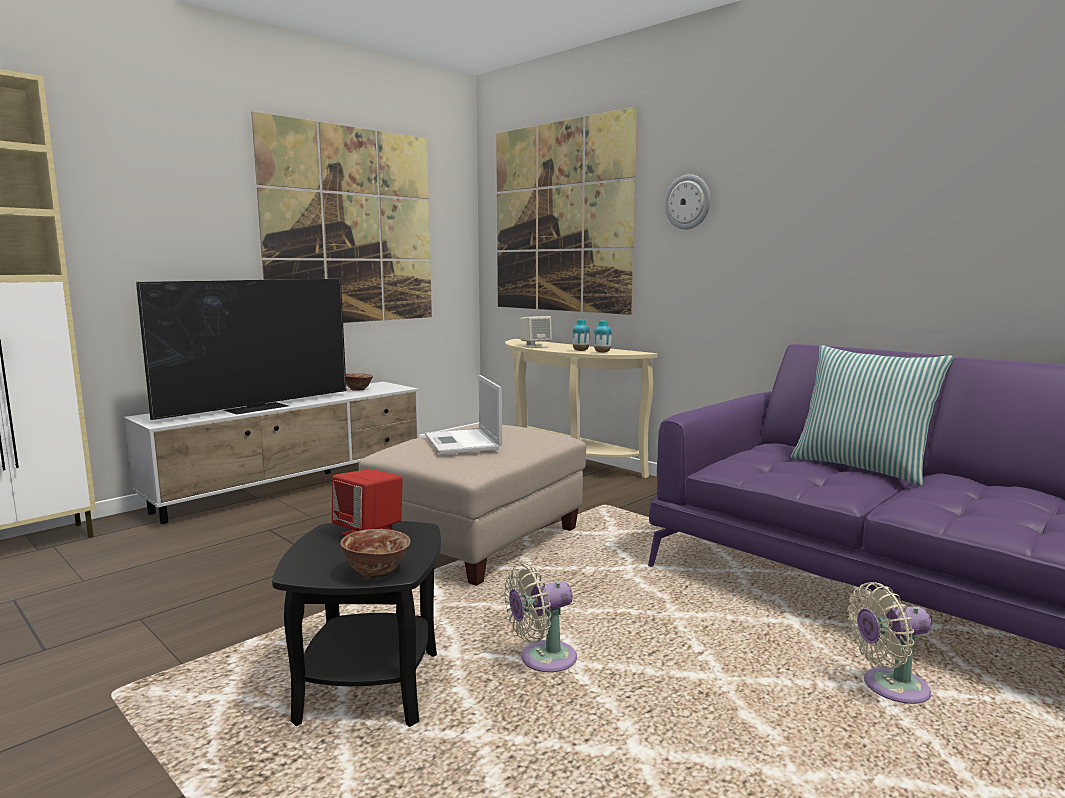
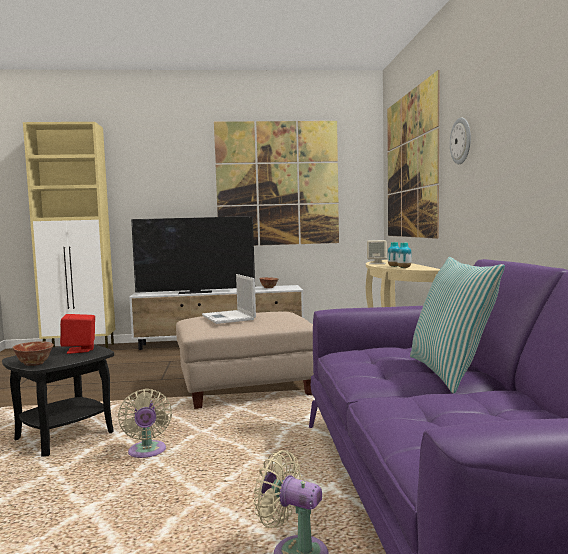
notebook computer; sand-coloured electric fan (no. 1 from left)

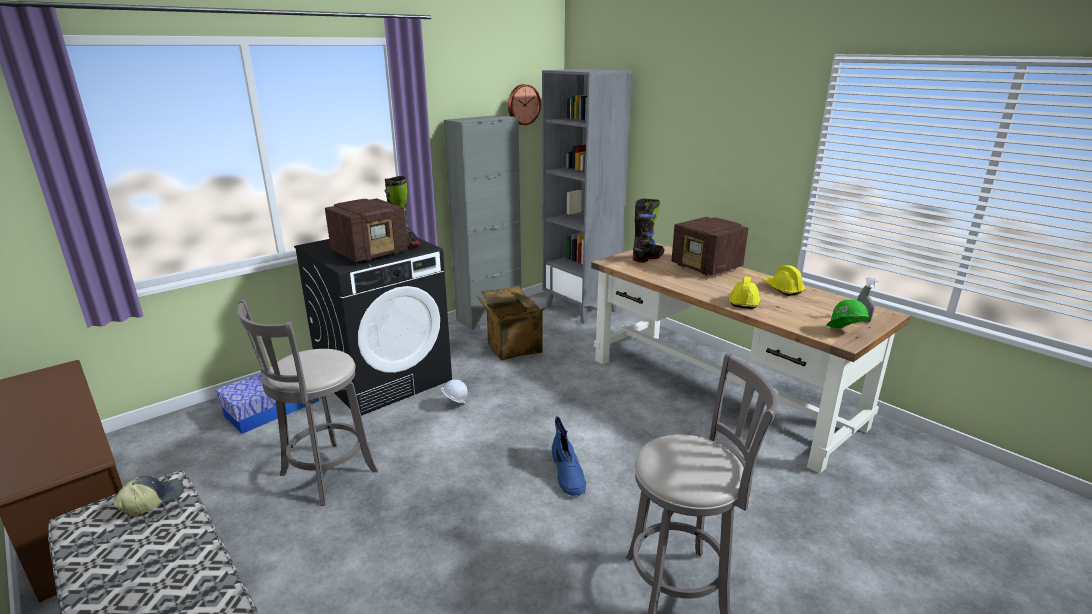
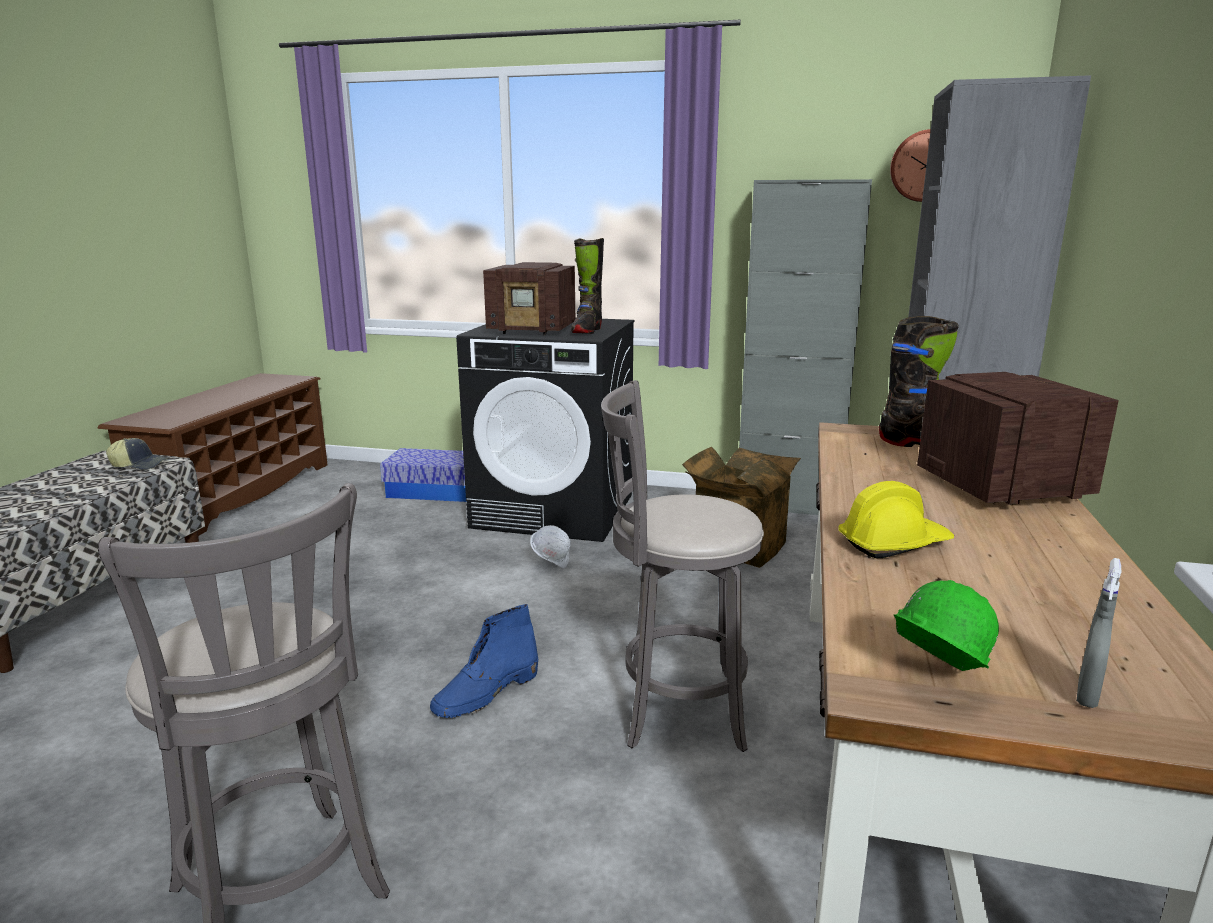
gray stool (no. 2 from left); radio receiver (no. 2 from left); yellowish work helmet (no. 2 from left in the first image)

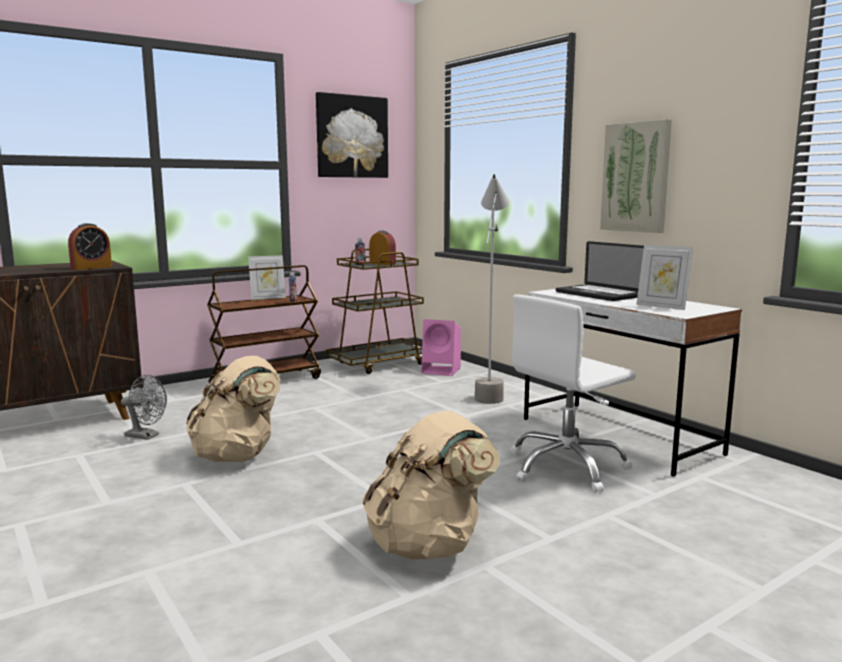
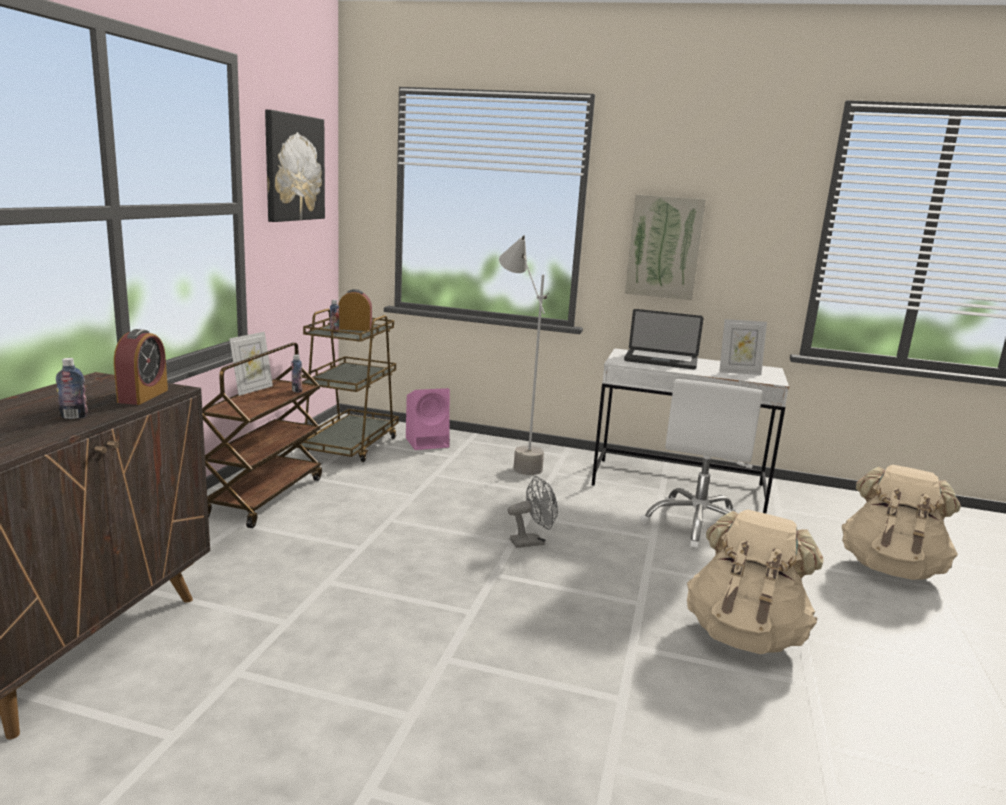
gray electric fan; sand-coloured rucksack (no. 2 from left); bottle (no. 1 from left)

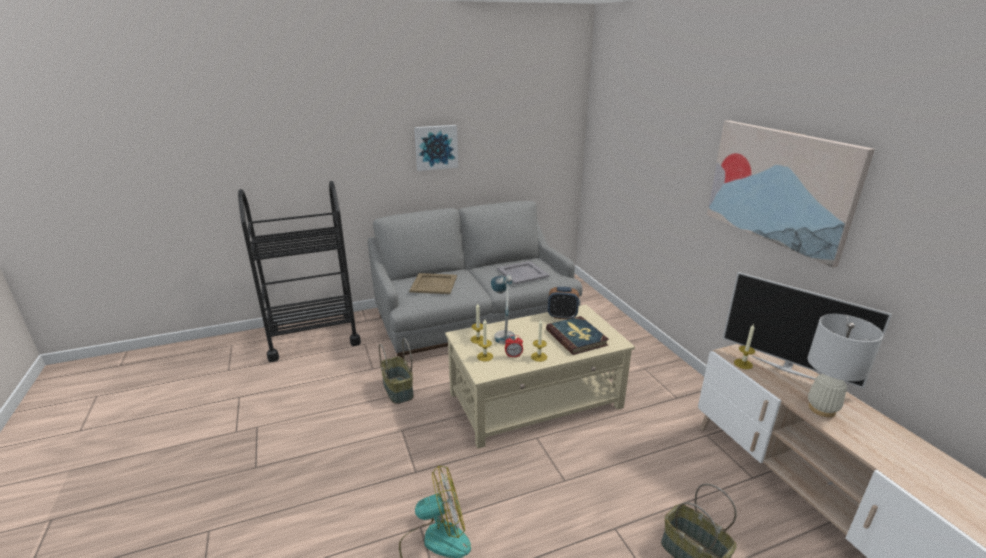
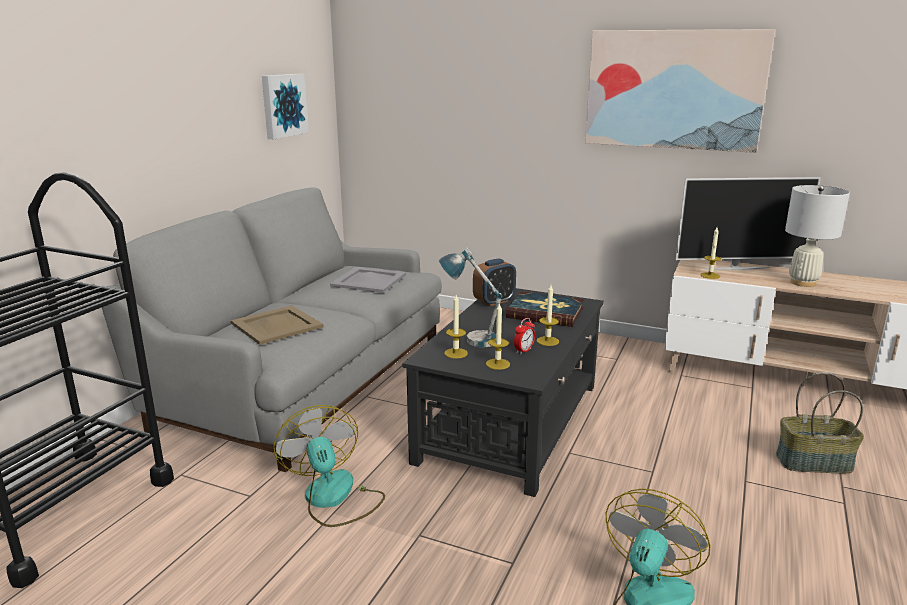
electric fan (no. 1 from left); picture (no. 1 from left); black lounge table

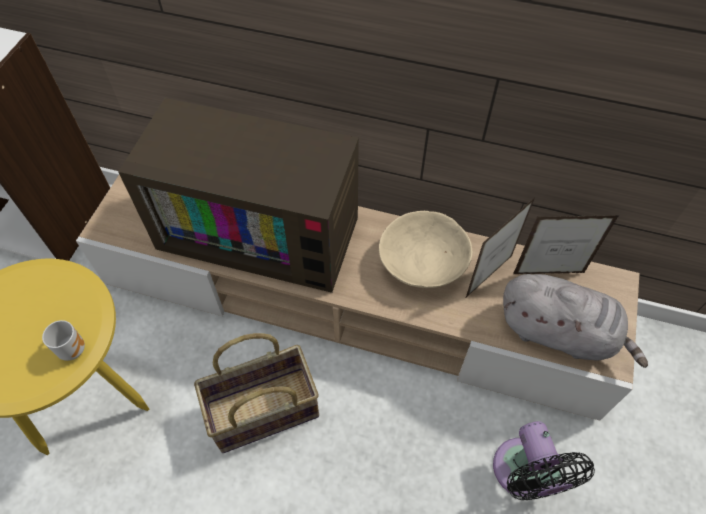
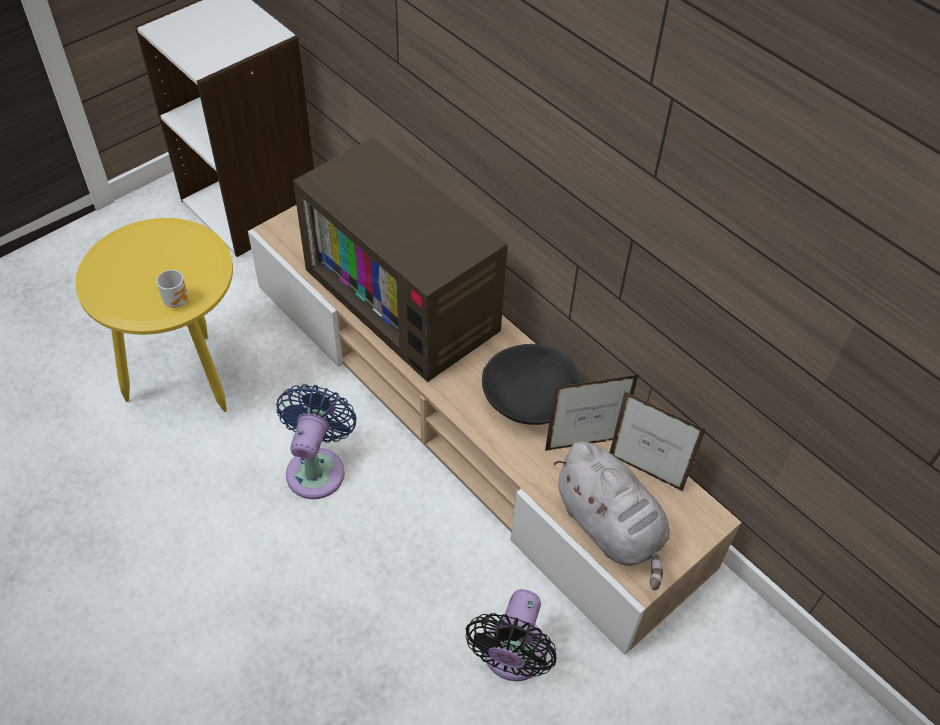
bluish electric fan; black deep dish

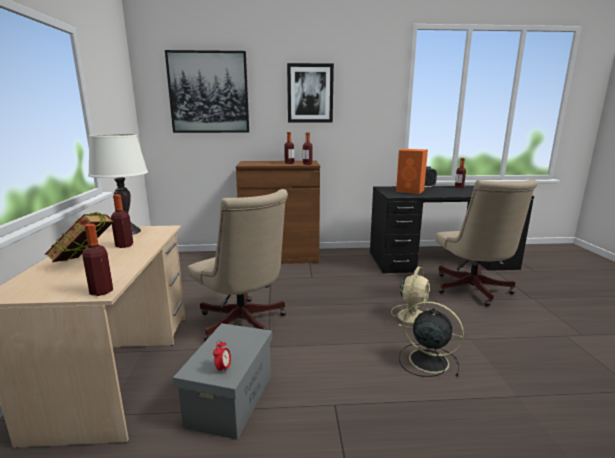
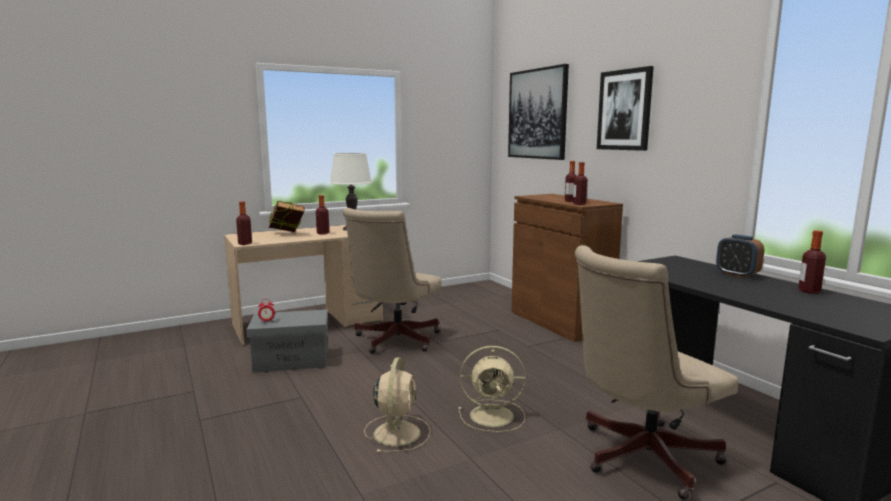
orangey speaker; sand-coloured electric fan (no. 1 from left)

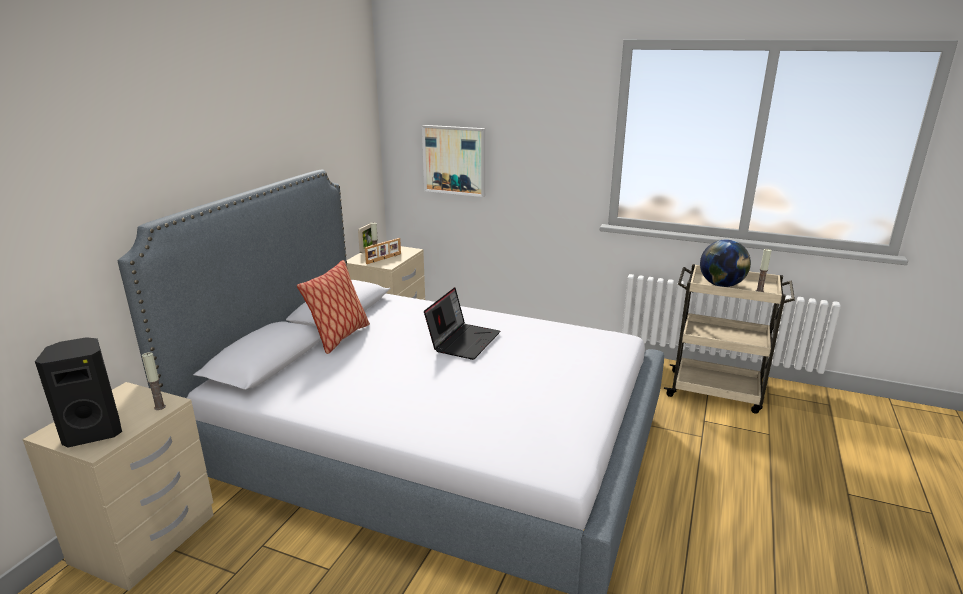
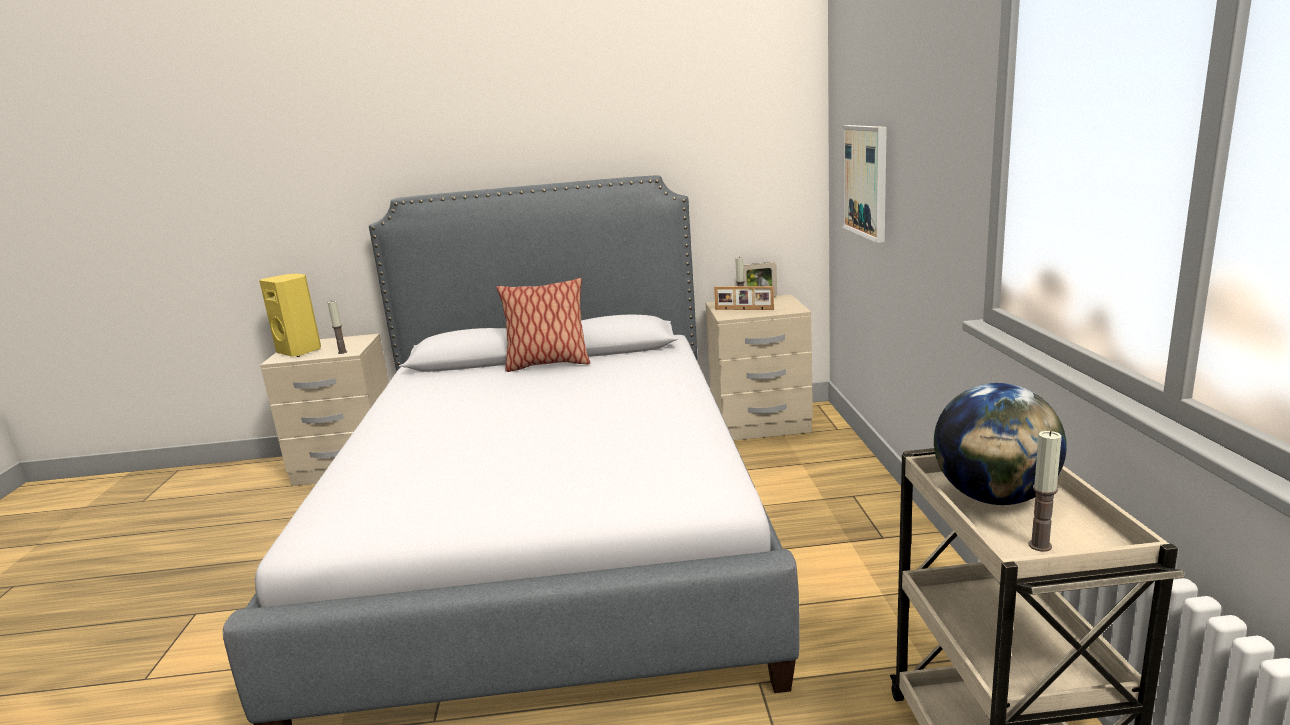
yellowish speaker; notebook computer

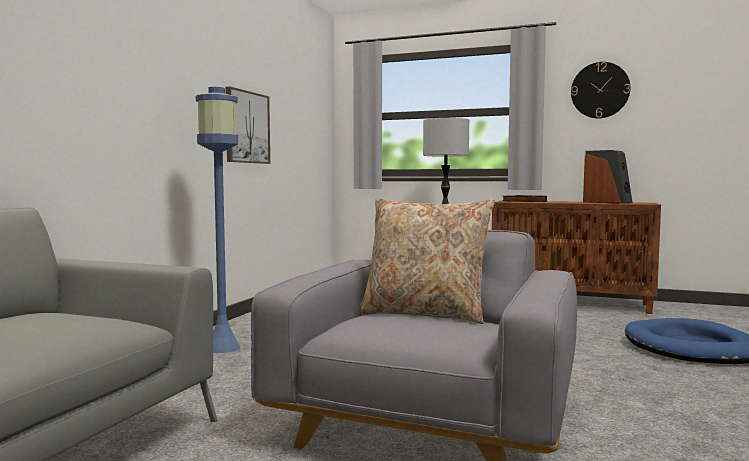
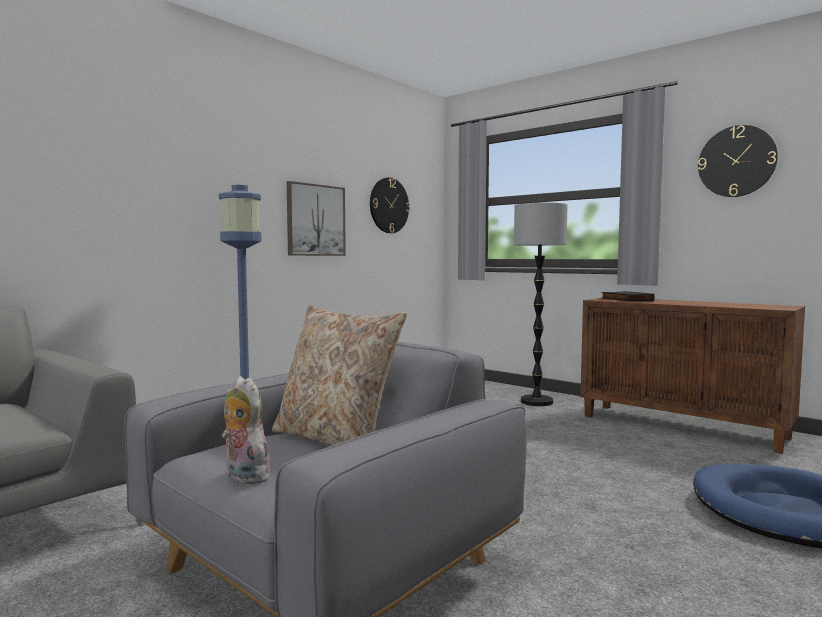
speaker; soft toy; clock on the wall (no. 1 from left)

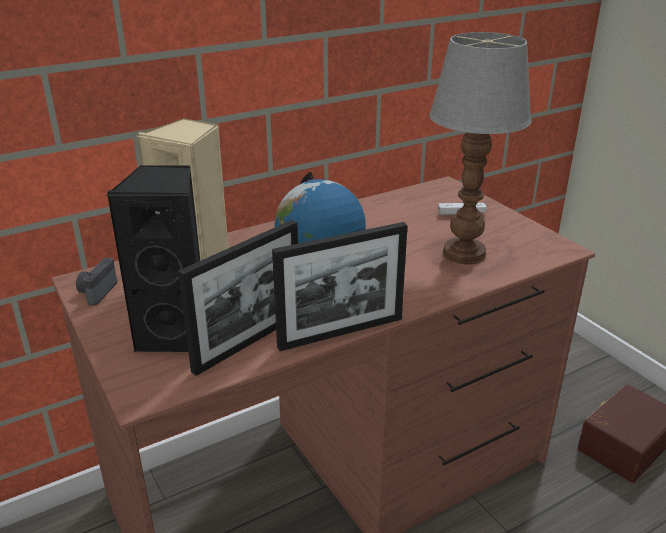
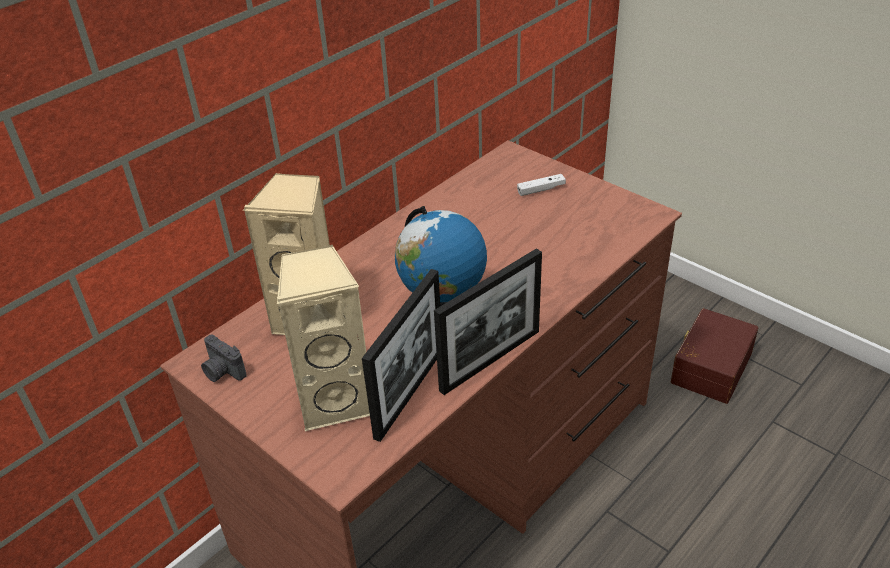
still camera; sand-coloured speaker (no. 2 from left); lamp for a table

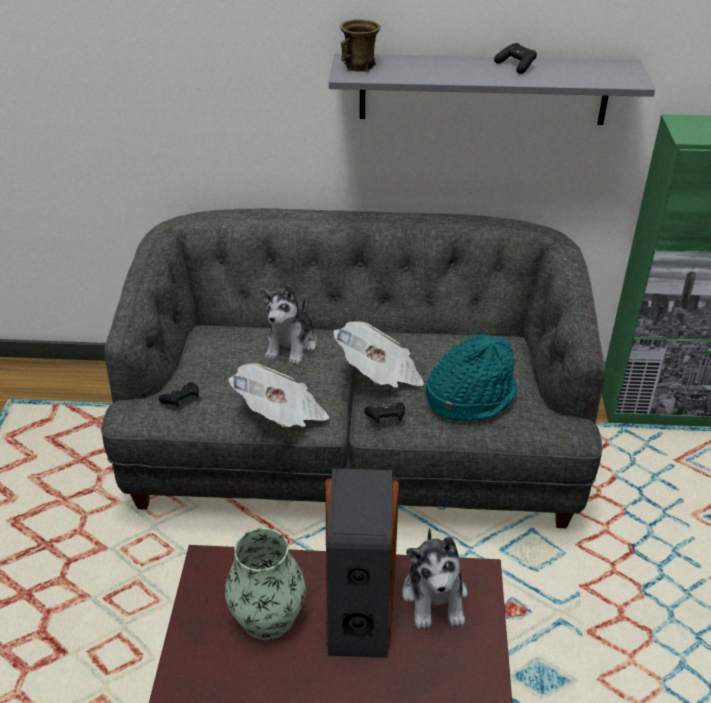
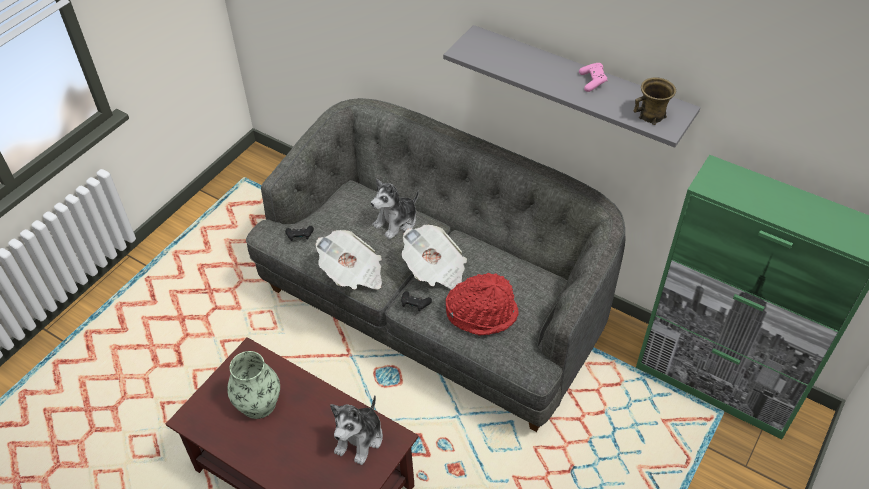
speaker; brownish tea mug; red wearable hat; pink gamepad

